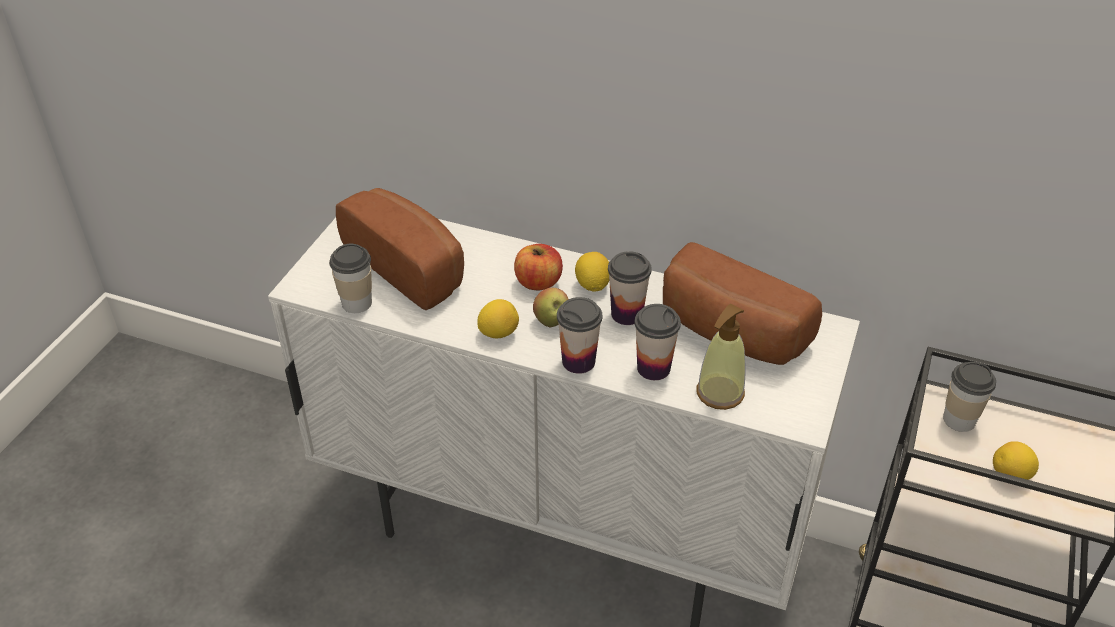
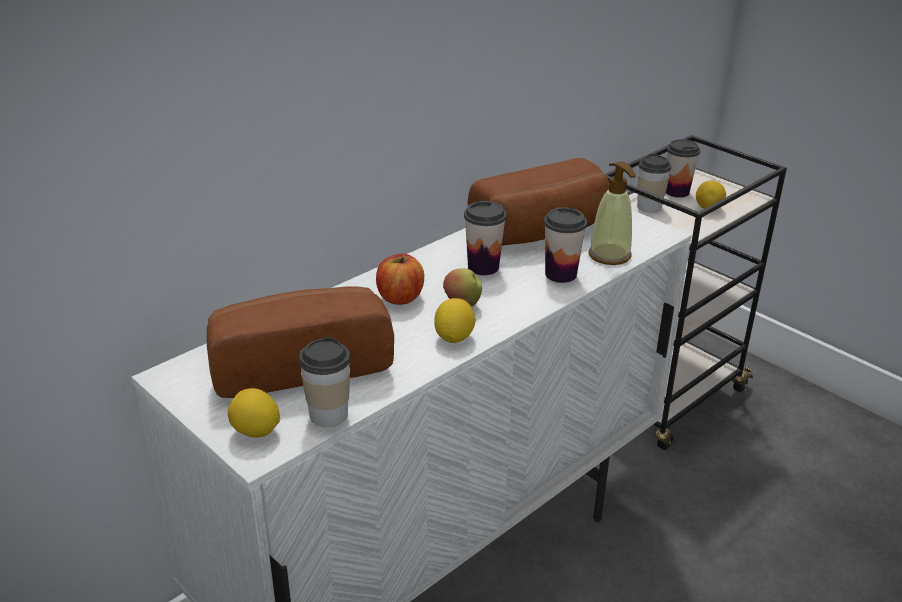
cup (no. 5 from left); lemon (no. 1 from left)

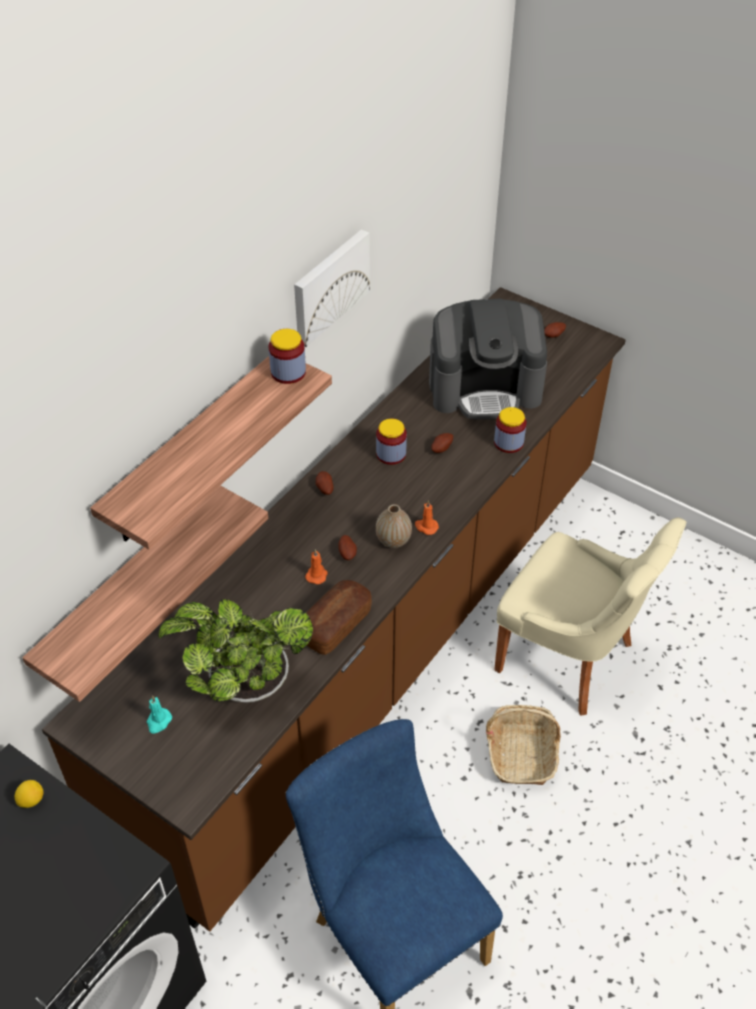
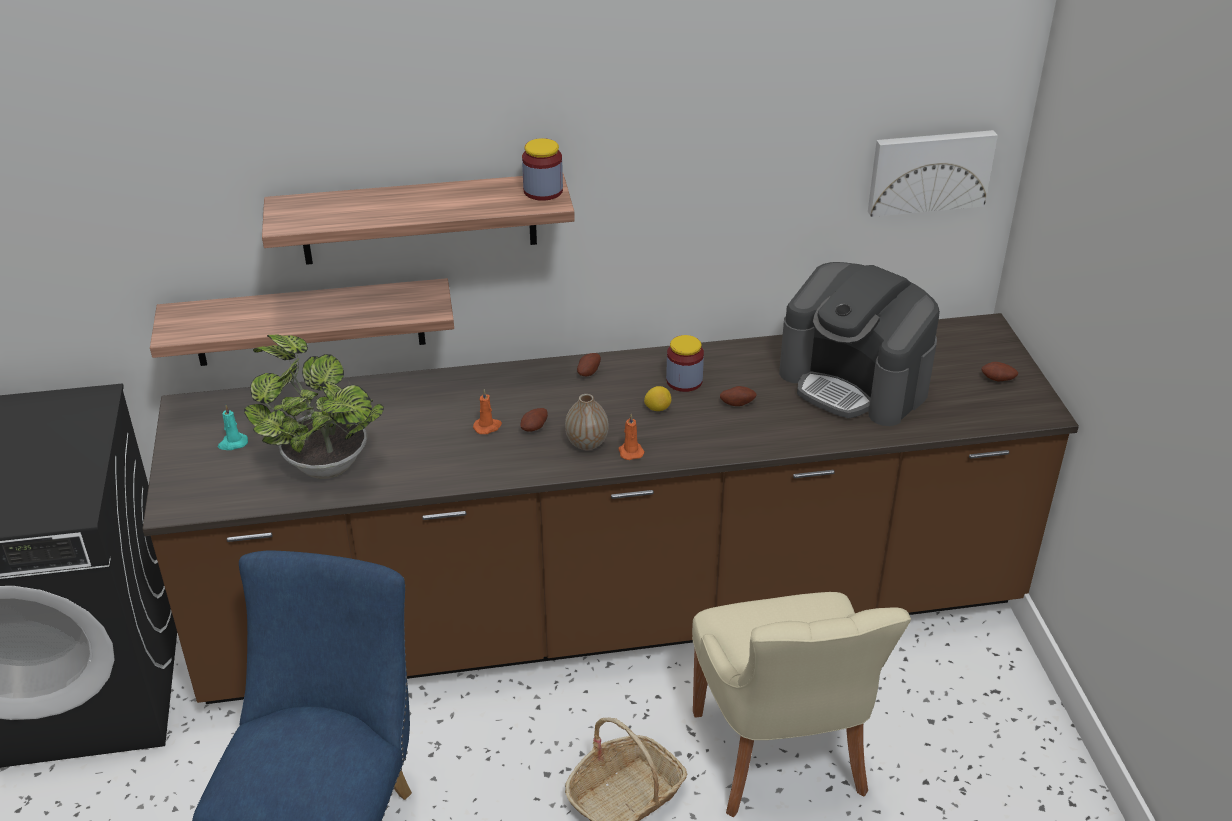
lemon; picture; bread; jar (no. 3 from left in the first image)

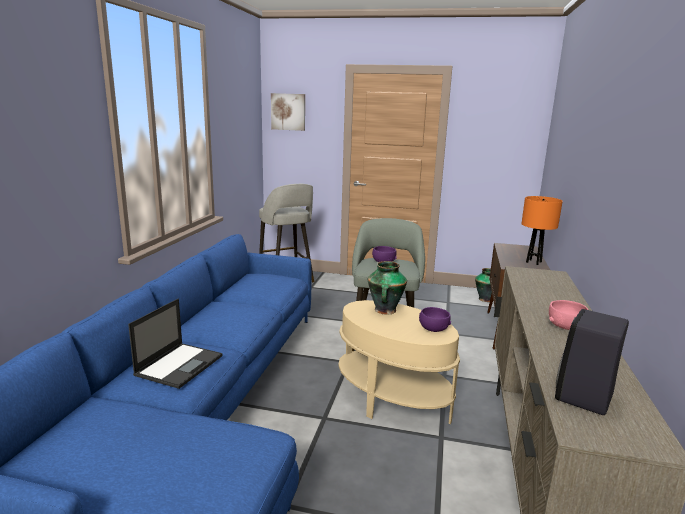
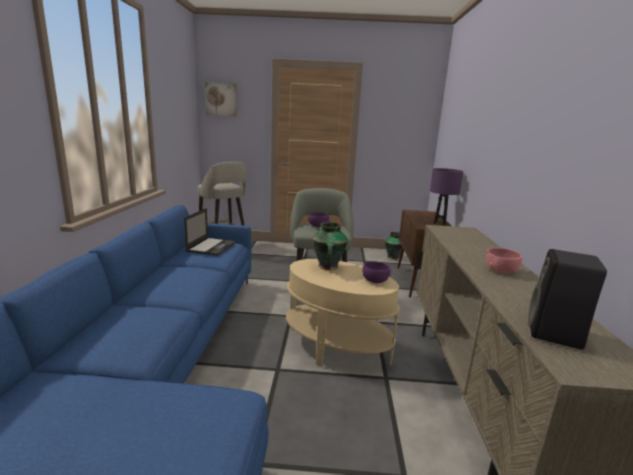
notebook computer; purplish lamp for a table

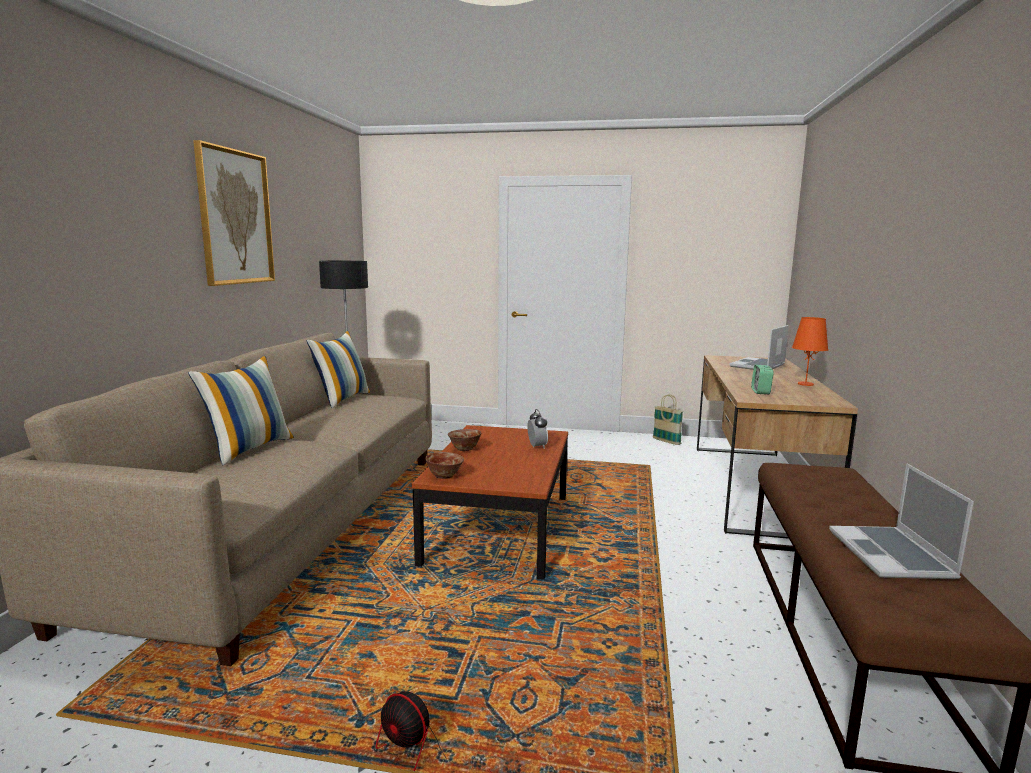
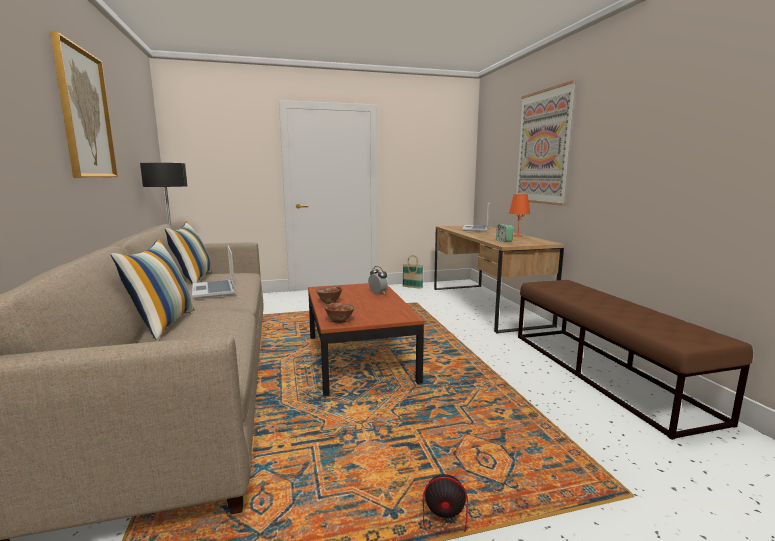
notebook computer (no. 1 from left); picture (no. 2 from left)

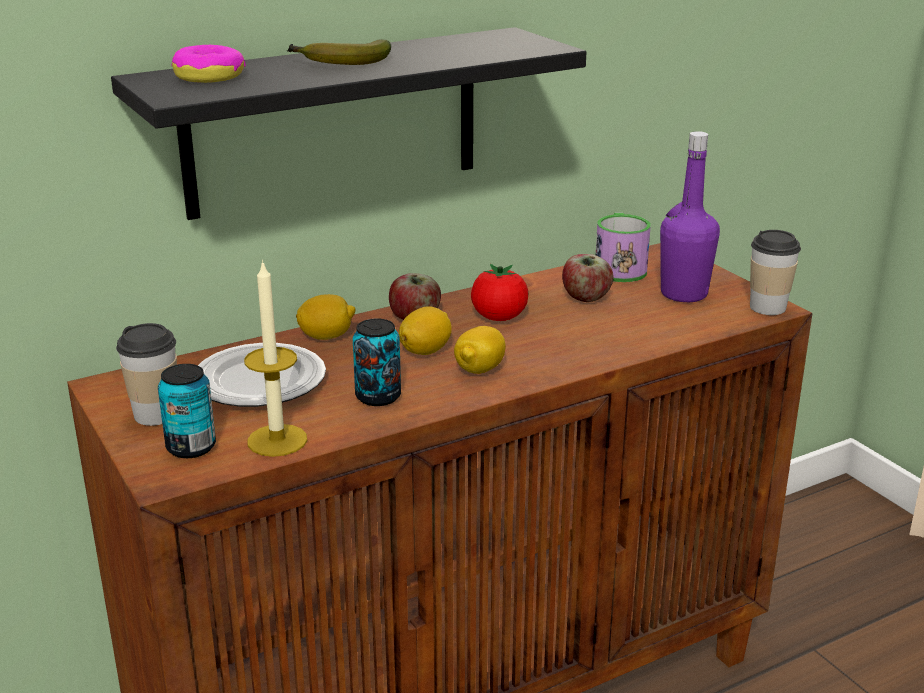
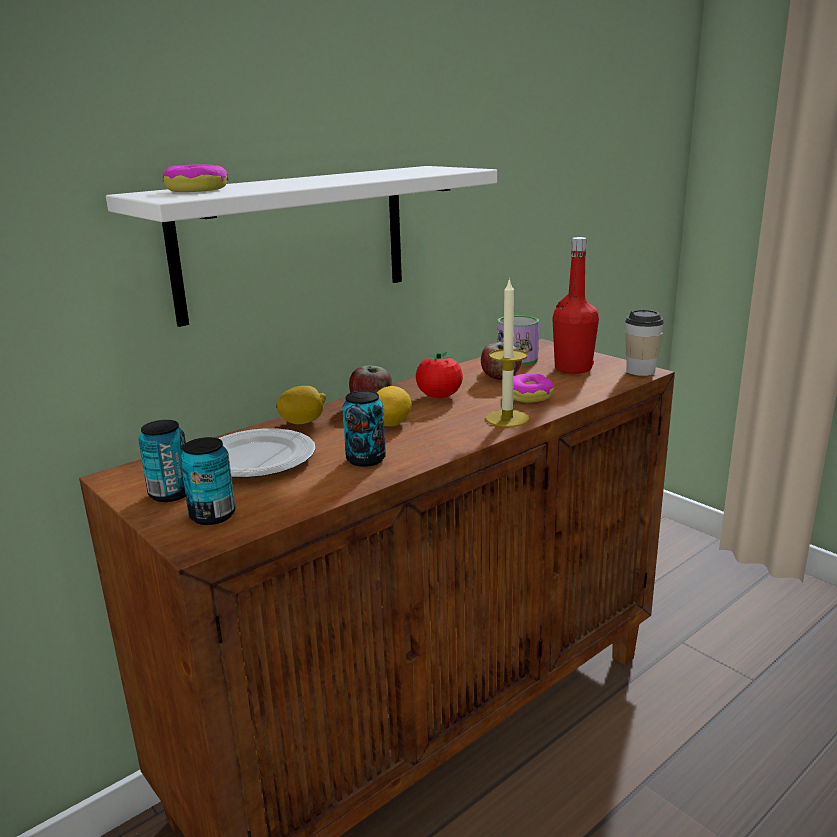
white shelf; metal can (no. 1 from left); wax light; banana; lemon (no. 3 from left in the first image); red bottle; donut (no. 2 from left)

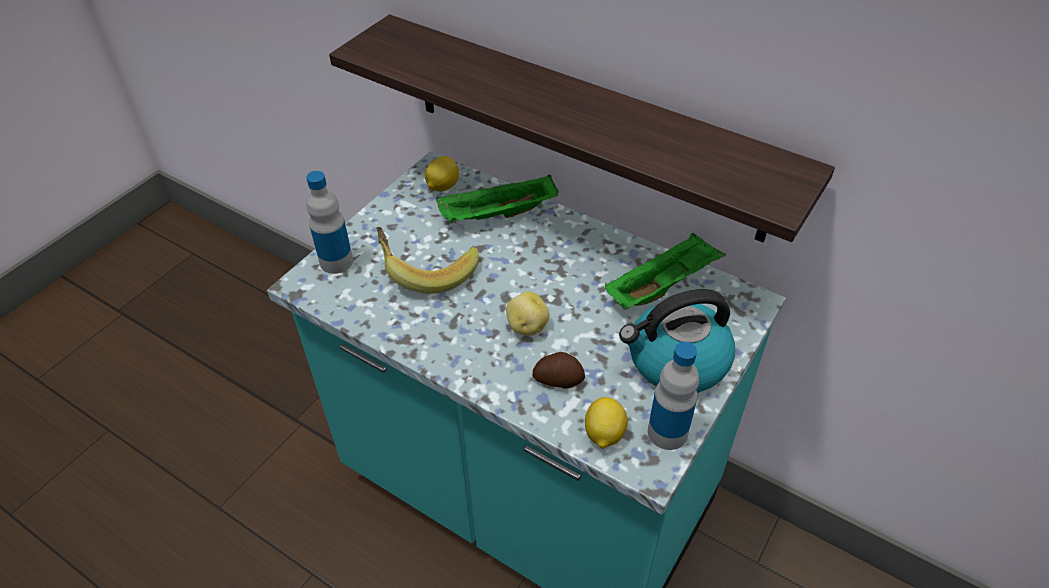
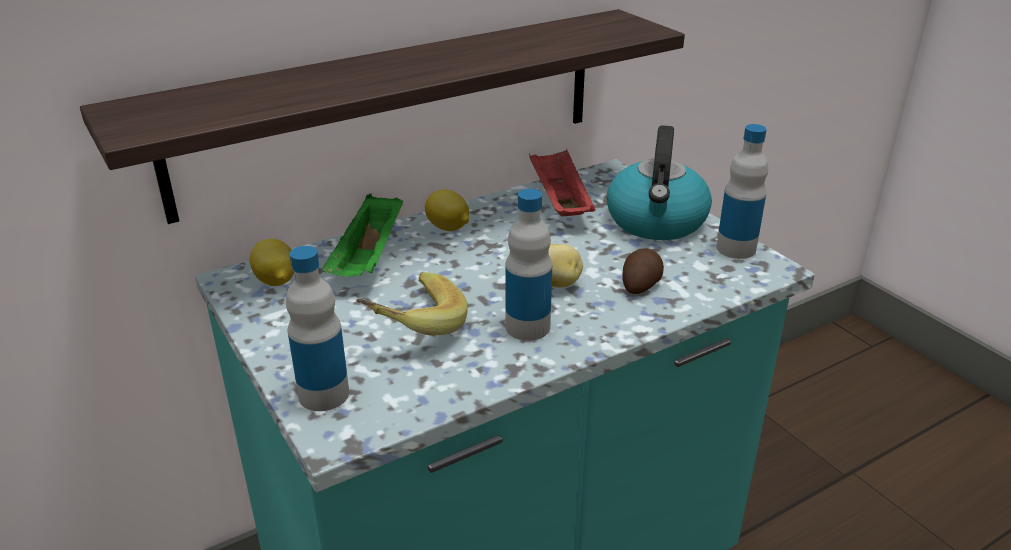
lemon (no. 2 from left); red carrying tray; bottle (no. 2 from left)

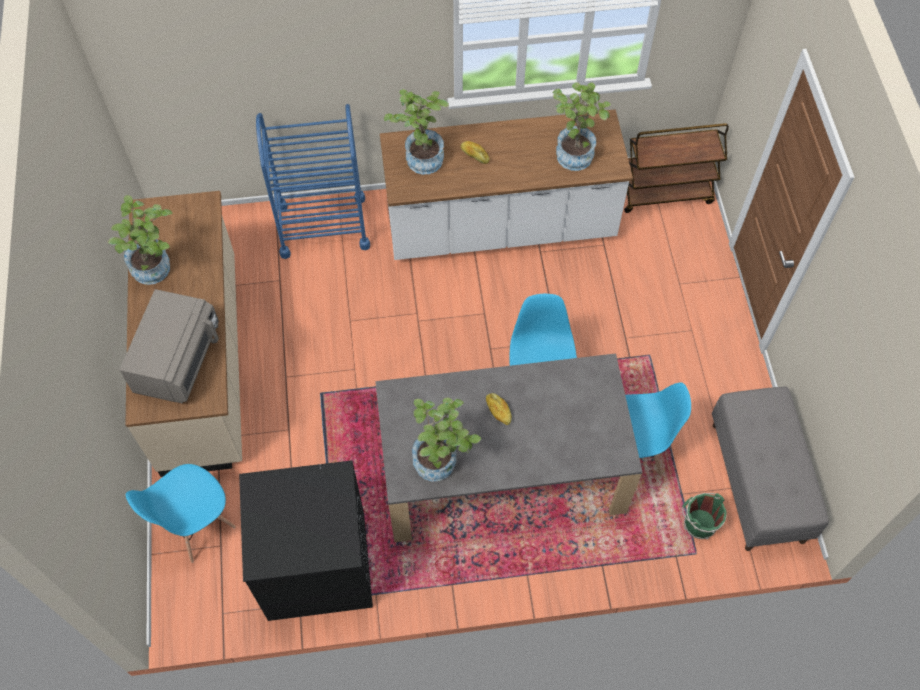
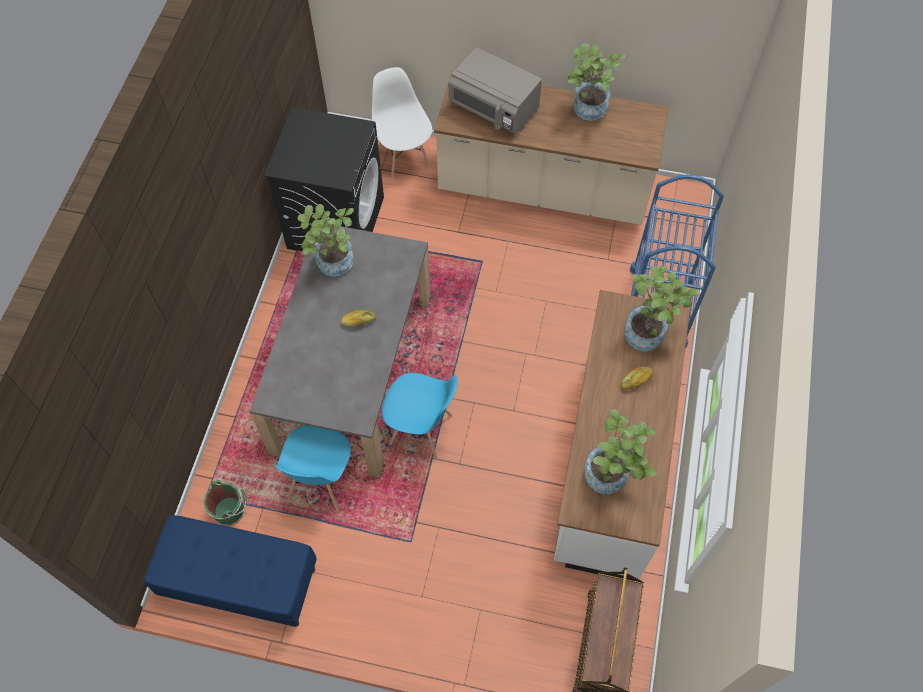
white upright chair; bluish indoor bench

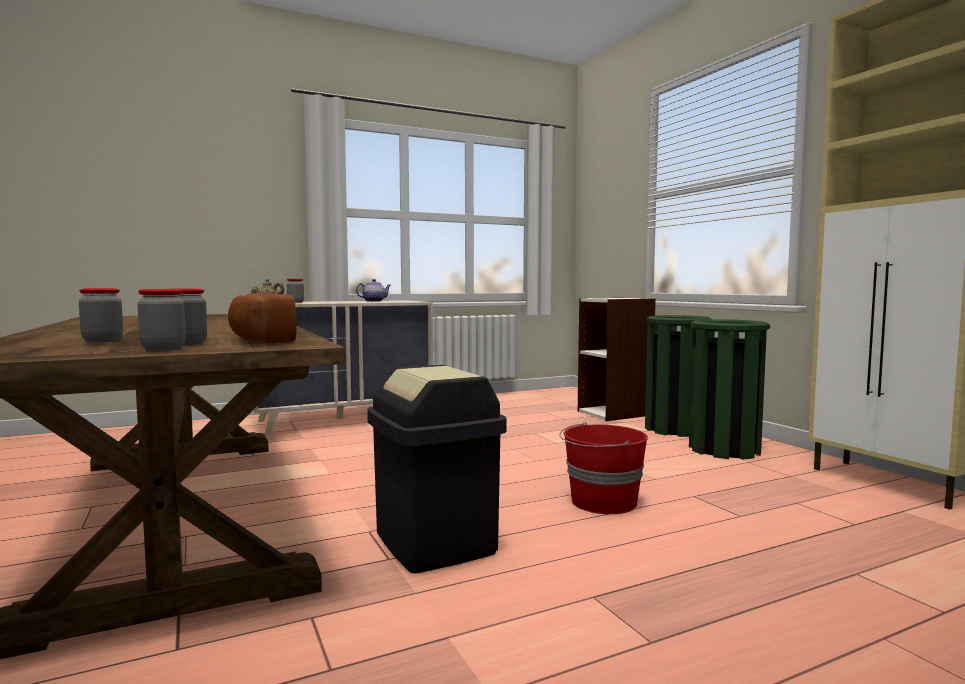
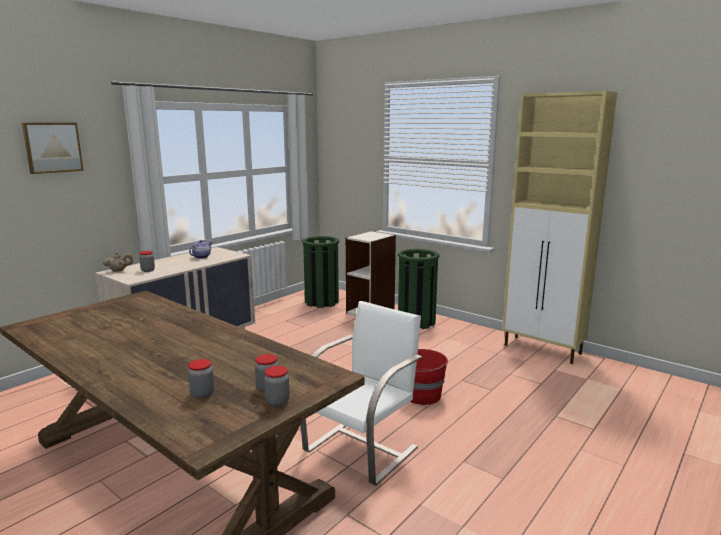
bread; white upright chair; green waste bin (no. 1 from left); picture

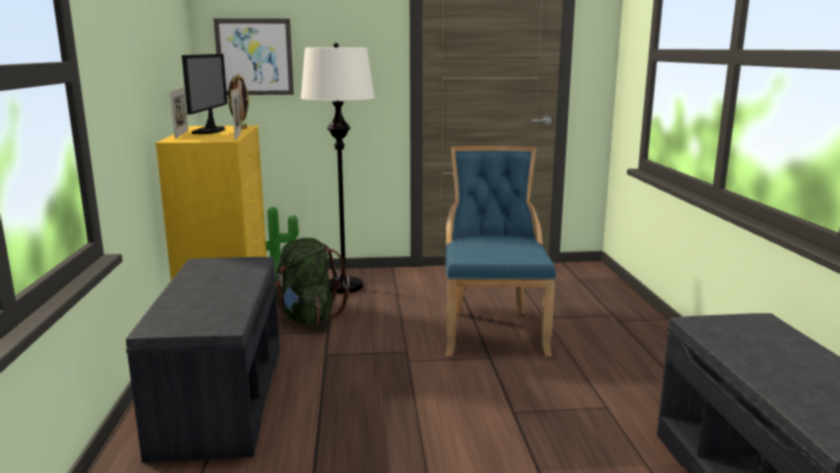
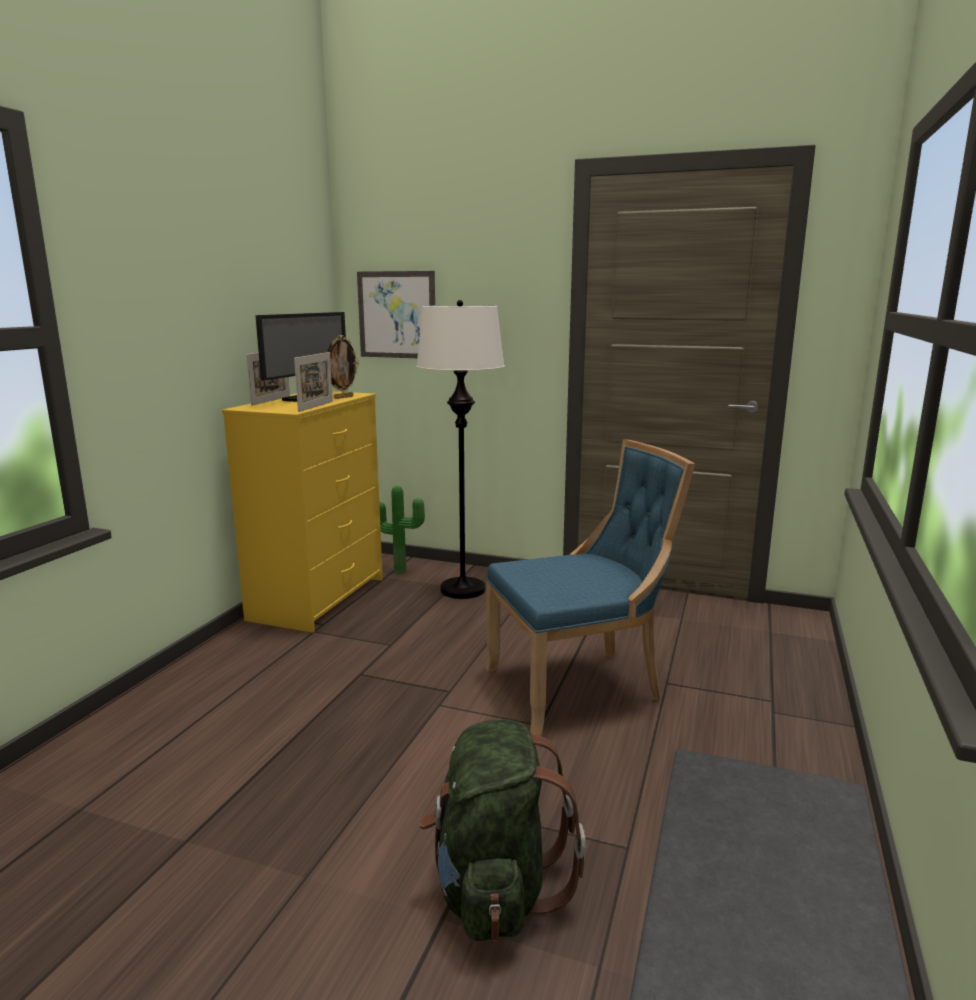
gray indoor bench (no. 1 from left in the first image); green rucksack; bluish upright chair

